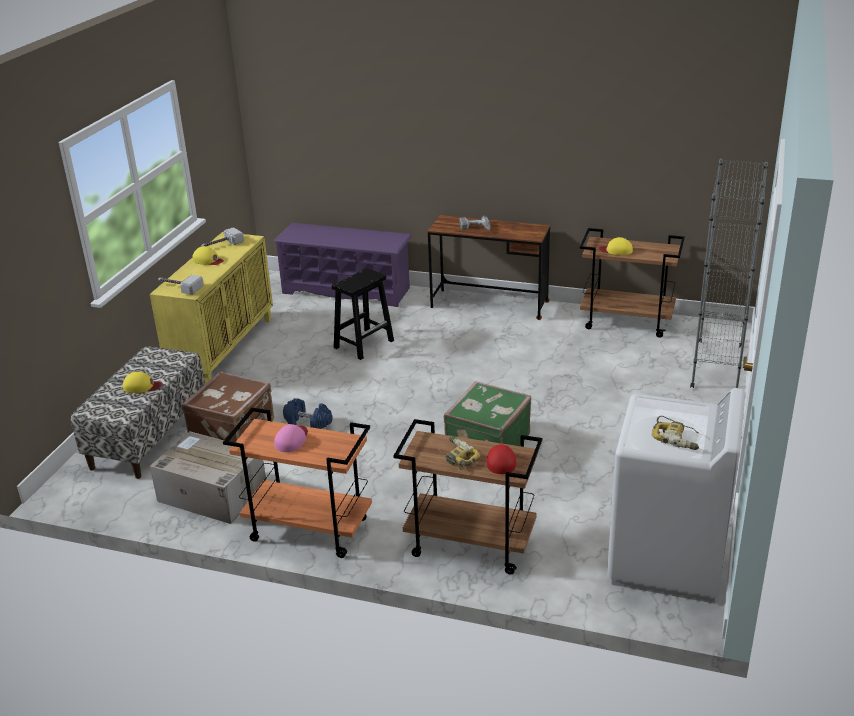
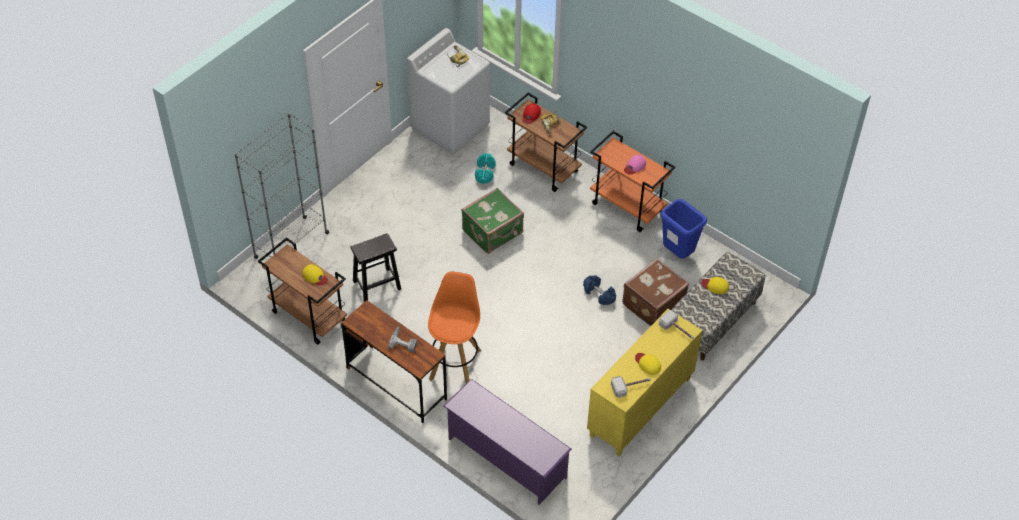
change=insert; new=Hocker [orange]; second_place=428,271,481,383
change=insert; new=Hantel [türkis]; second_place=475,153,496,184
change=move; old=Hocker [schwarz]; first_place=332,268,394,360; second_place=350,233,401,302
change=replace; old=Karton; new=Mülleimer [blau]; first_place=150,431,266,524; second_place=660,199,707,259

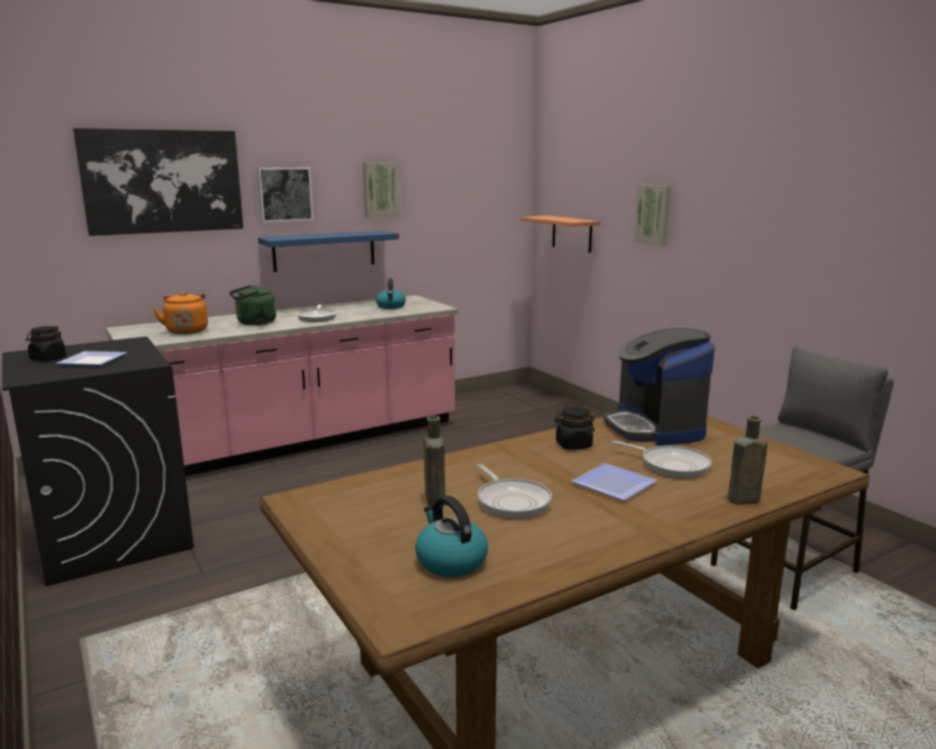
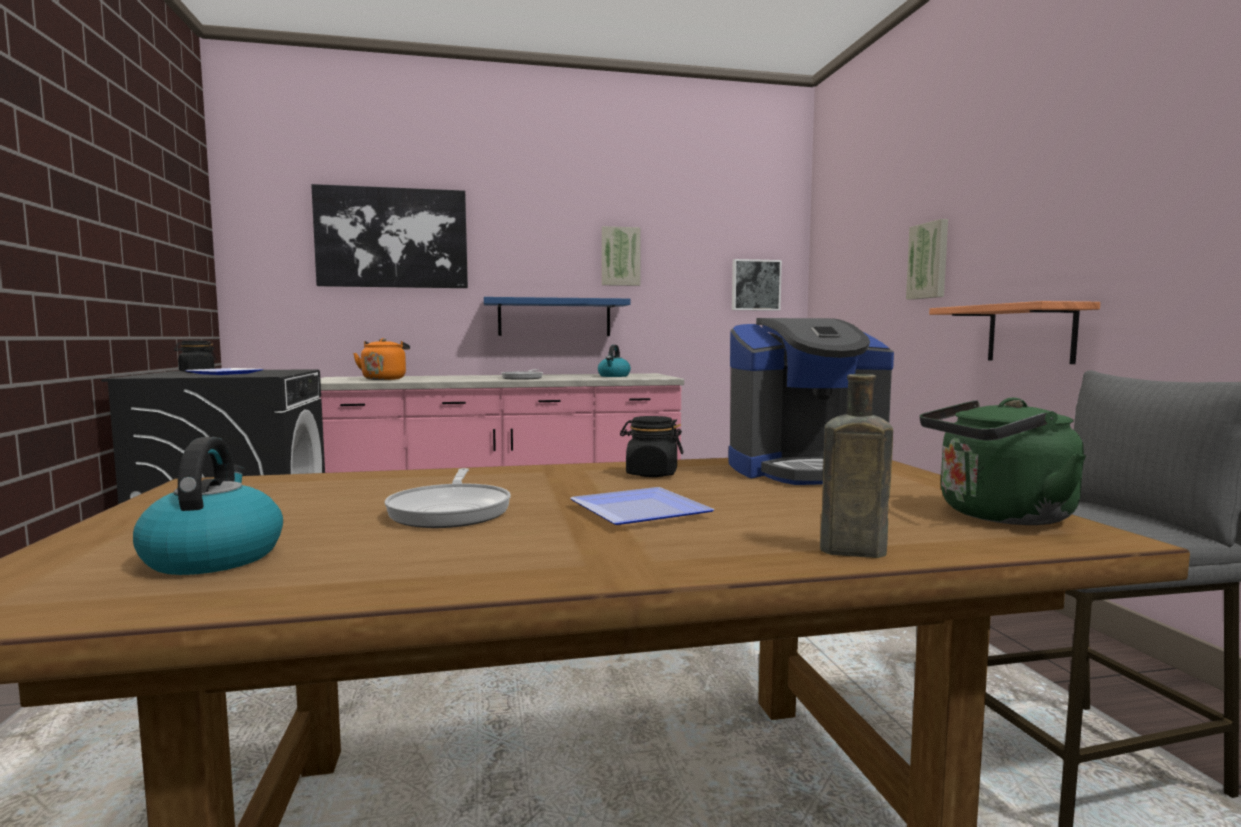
change=delete; old=Flasche [braun]; first_place=423,416,445,506
change=delete; old=Pfanne; first_place=612,441,712,478
change=move; old=Wasserkessel [grün]; first_place=229,285,276,325; second_place=920,398,1086,525
change=move; old=Bild; first_place=257,167,313,222; second_place=732,259,782,311
change=move; old=Wandregal; first_place=521,216,601,253; second_place=929,301,1100,364
change=rotate; old=Kaffeemaschine; first_place=604,328,715,446; second_place=729,318,894,485; degrees=-105

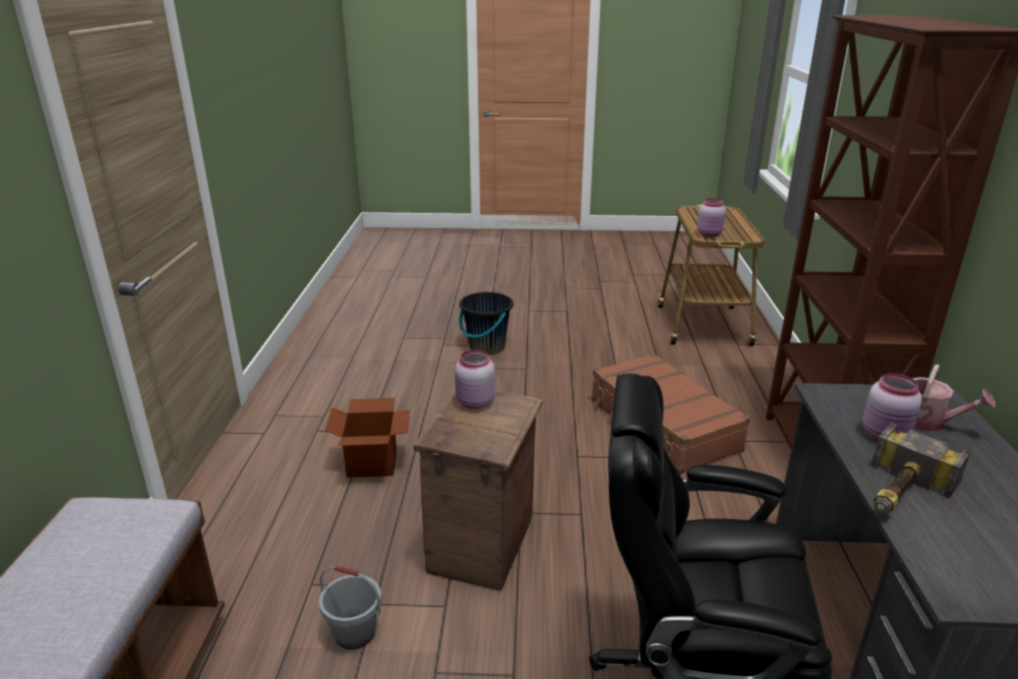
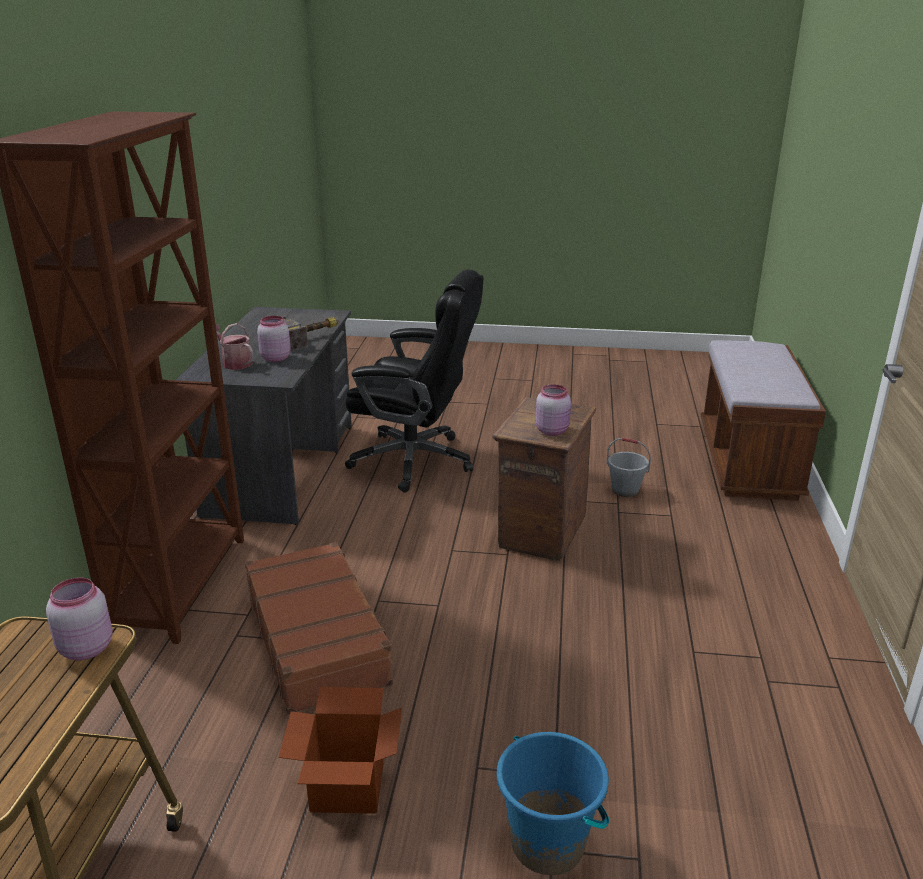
change=move; old=Karton; first_place=325,398,410,478; second_place=278,687,402,814
change=recolor; old=Eimer [schwarz]; new=Eimer [blau]; first_place=459,292,513,355; second_place=497,732,609,875

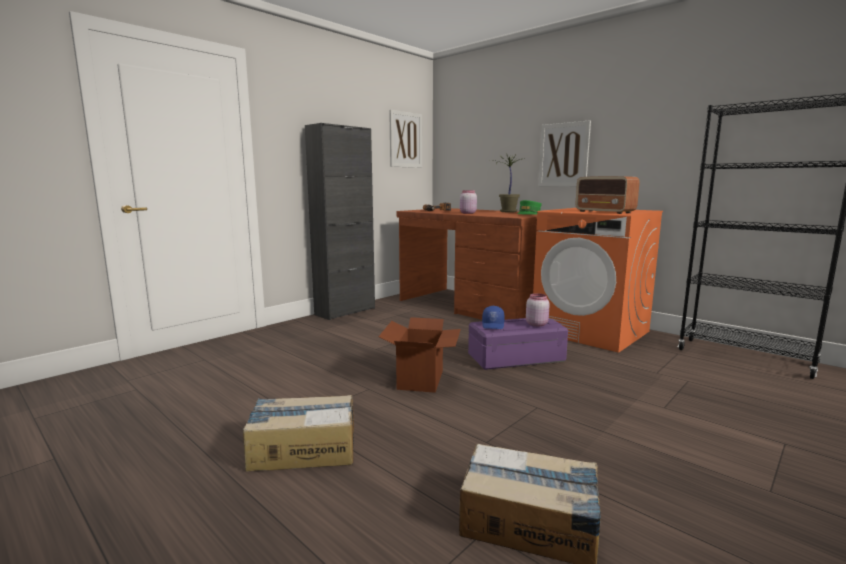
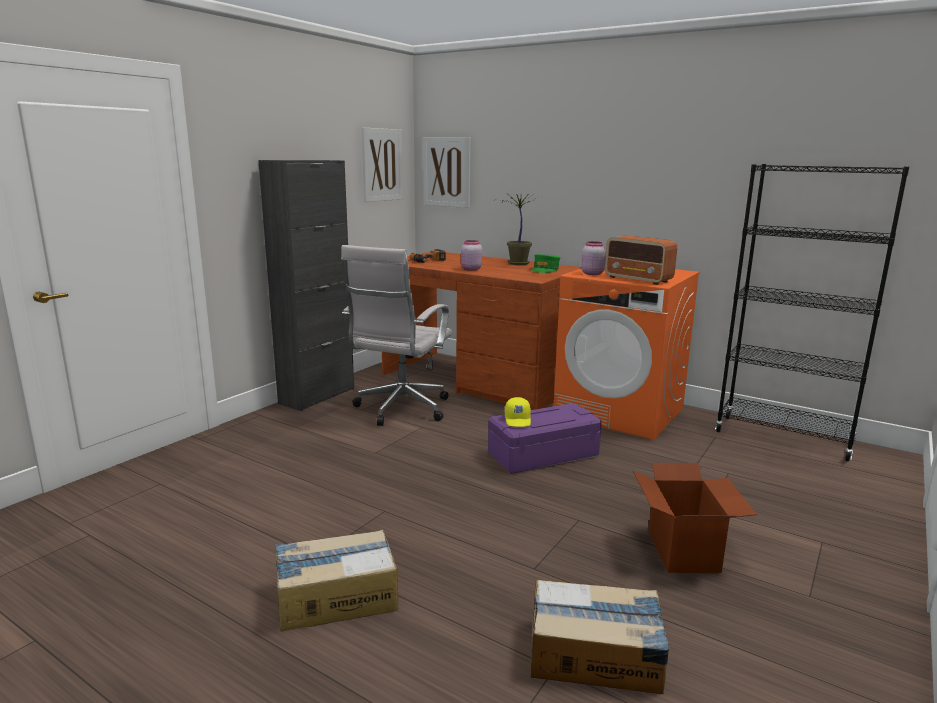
change=insert; new=Bürostuhl [weiß]; second_place=341,245,452,426
change=move; old=Karton; first_place=379,317,461,393; second_place=633,463,757,573
change=move; old=Vorratsglas [rosa]; first_place=526,293,550,327; second_place=581,241,606,275
change=move; old=Bild; first_place=538,120,591,187; second_place=423,137,471,208
change=recolor; old=Kappe [blau]; new=Kappe [gelb]; first_place=482,306,505,329; second_place=505,397,531,427

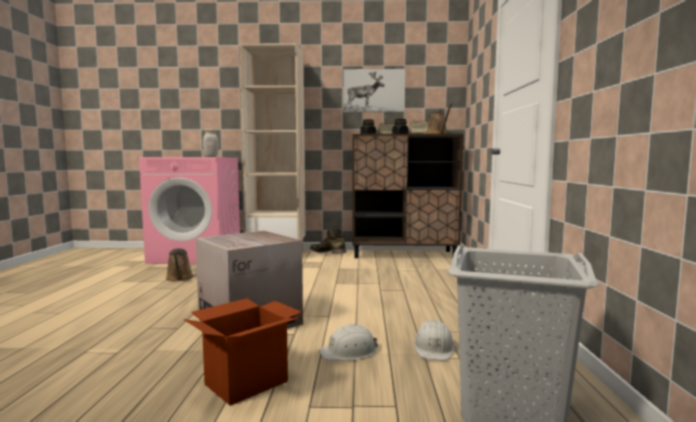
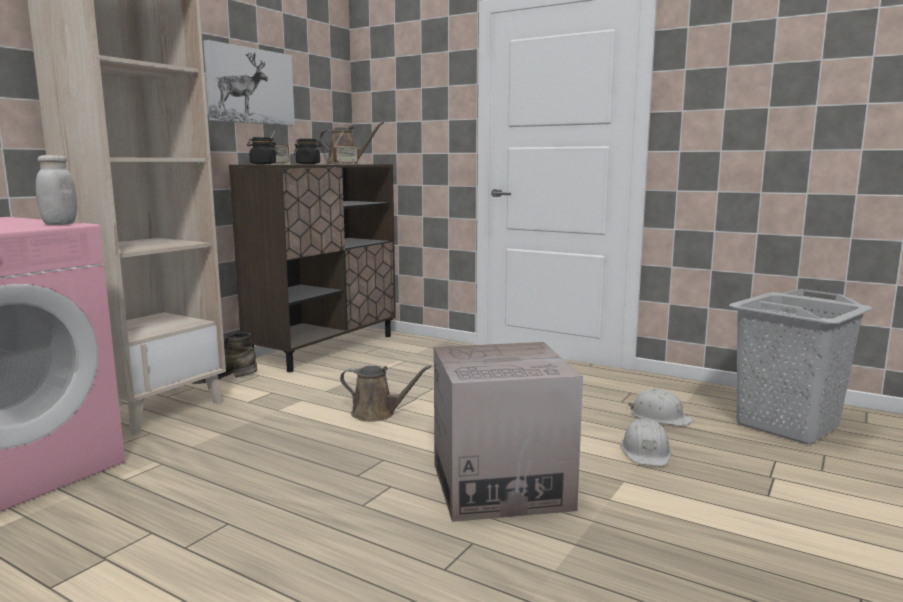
change=delete; old=Karton; first_place=184,298,302,406
change=move; old=Gießkanne [braun]; first_place=166,248,193,281; second_place=340,365,432,422

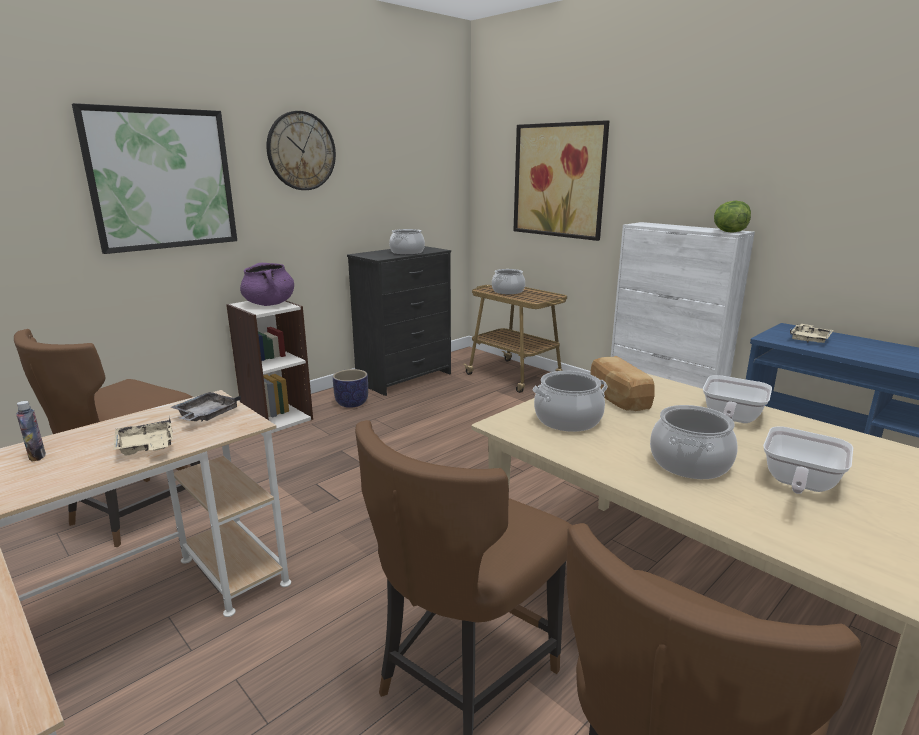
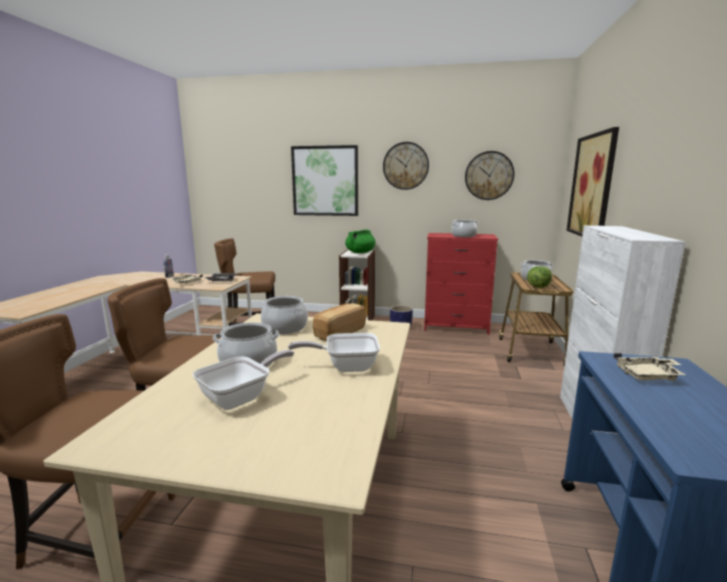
change=insert; new=Wanduhr; second_place=465,151,514,200
change=move; old=Salatkopf; first_place=714,201,751,233; second_place=527,266,552,288
change=recolor; old=Kochtopf [lila]; new=Kochtopf [grün]; first_place=240,263,294,306; second_place=345,229,375,253
change=recolor; old=Kommode [schwarz]; new=Kommode [rot]; first_place=347,246,451,396; second_place=424,233,498,335
change=rotate; old=Pfanne; first_place=763,426,853,494; second_place=192,350,294,410; degrees=135

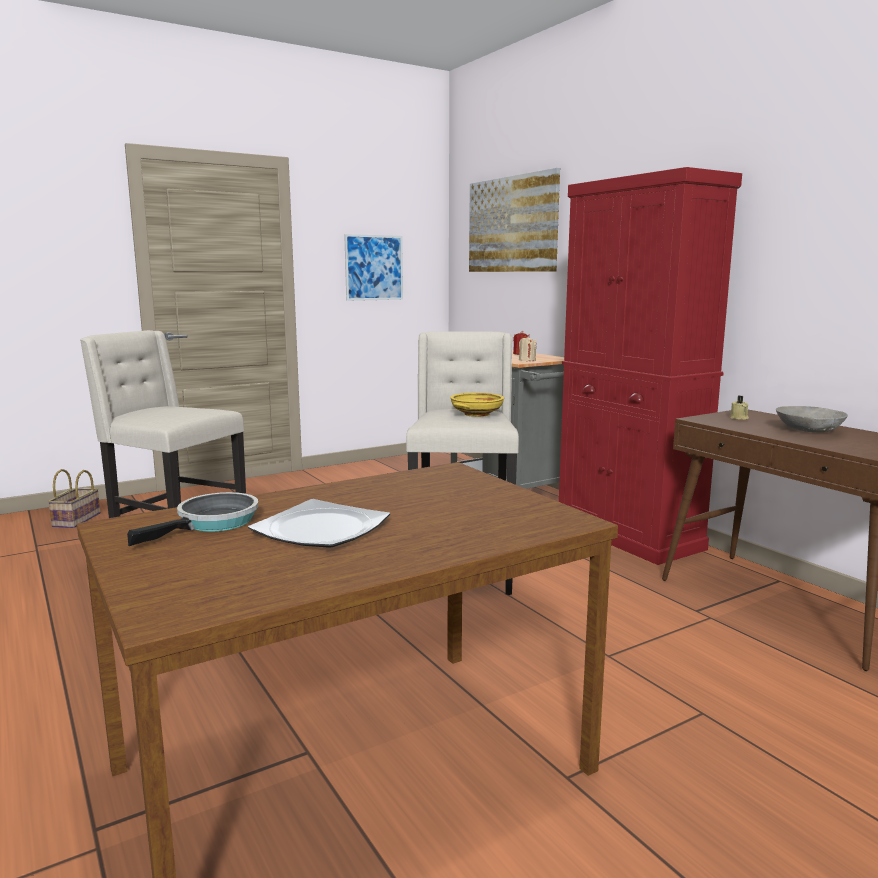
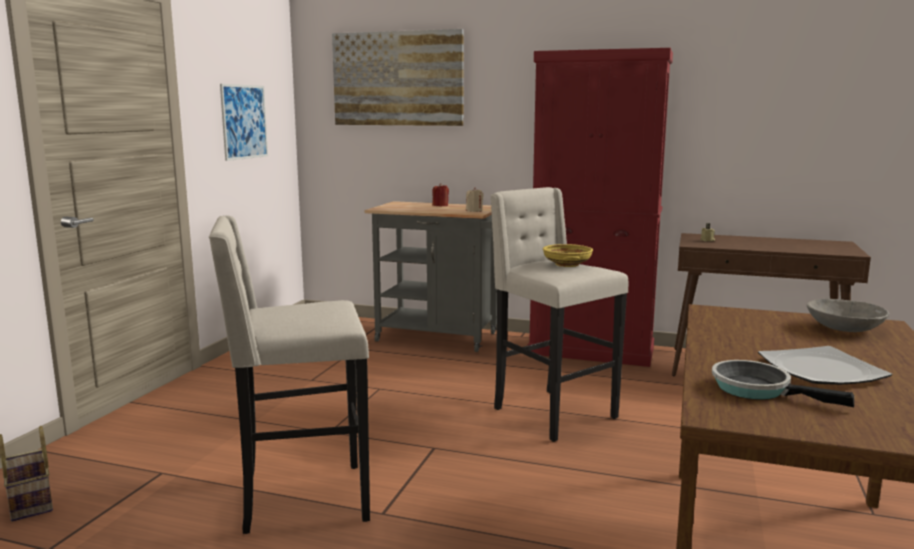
change=move; old=Schüssel [grau]; first_place=776,406,848,432; second_place=806,299,889,332
change=rotate; old=Pfanne; first_place=127,492,258,546; second_place=712,360,854,407; degrees=-45

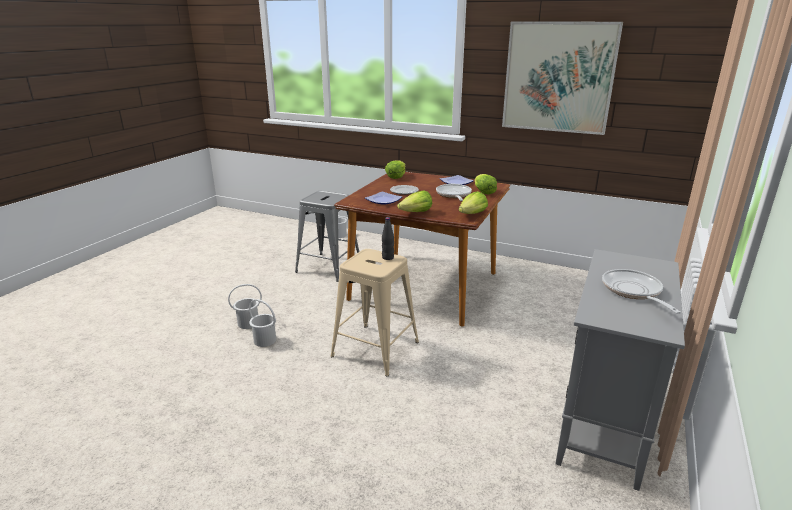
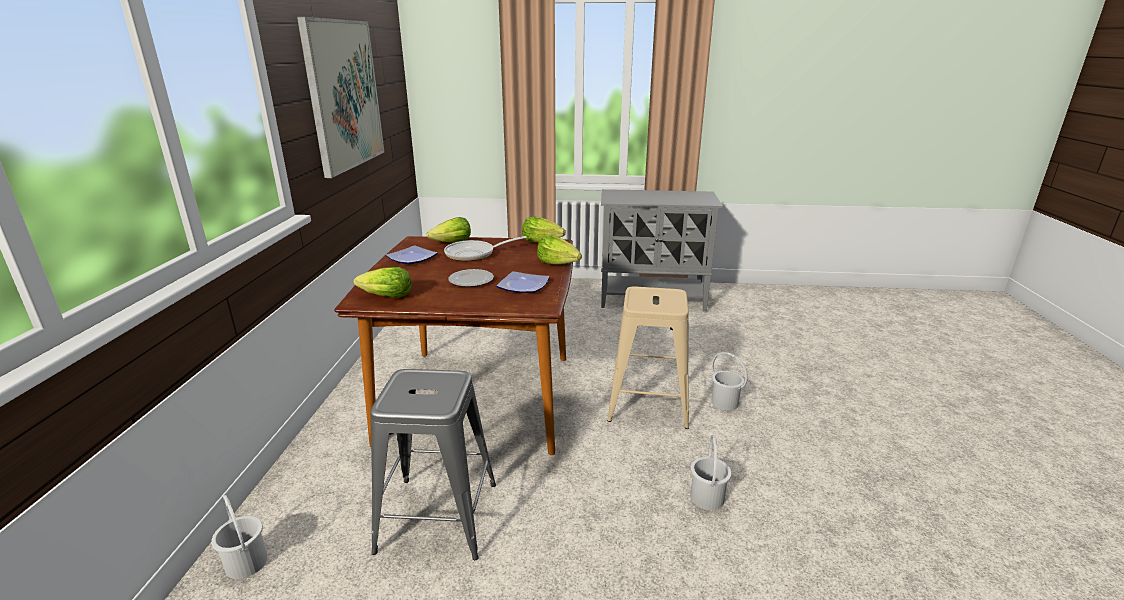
change=delete; old=Flasche [schwarz]; first_place=382,217,394,260
change=delete; old=Pfanne; first_place=602,269,681,314
change=move; old=Eimer [weiß]; first_place=228,284,262,329; second_place=711,352,748,411

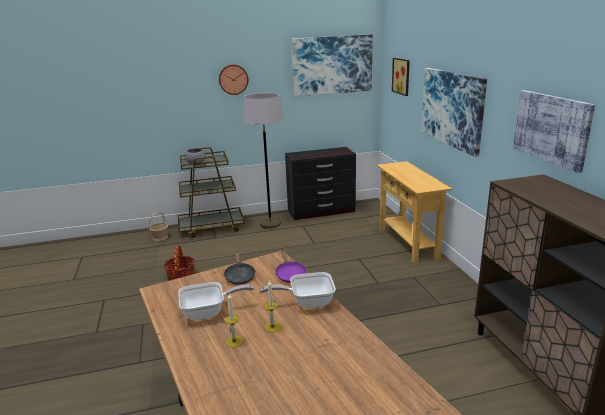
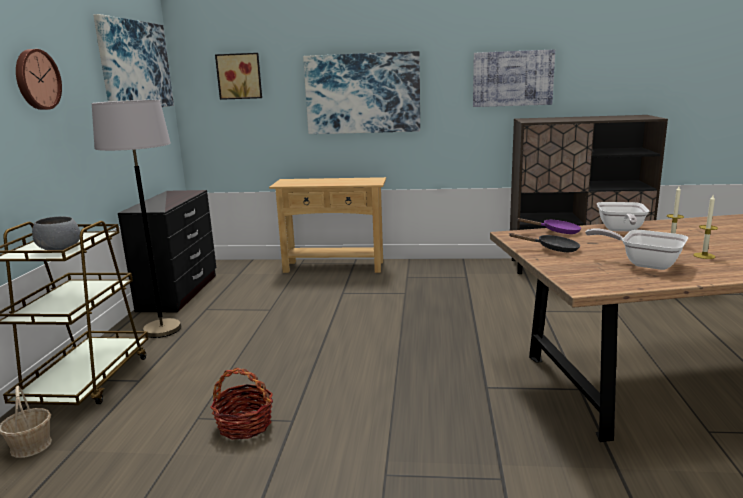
change=rotate; old=Pfanne; first_place=178,282,254,321; second_place=585,228,688,270; degrees=-60

